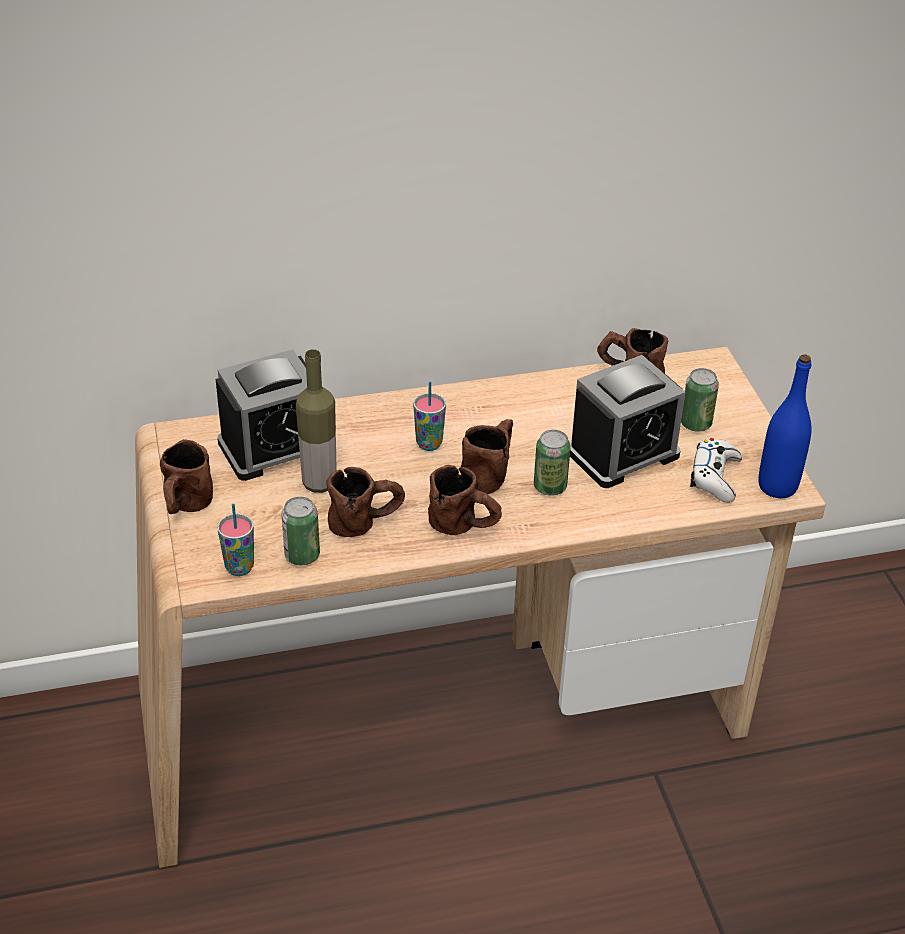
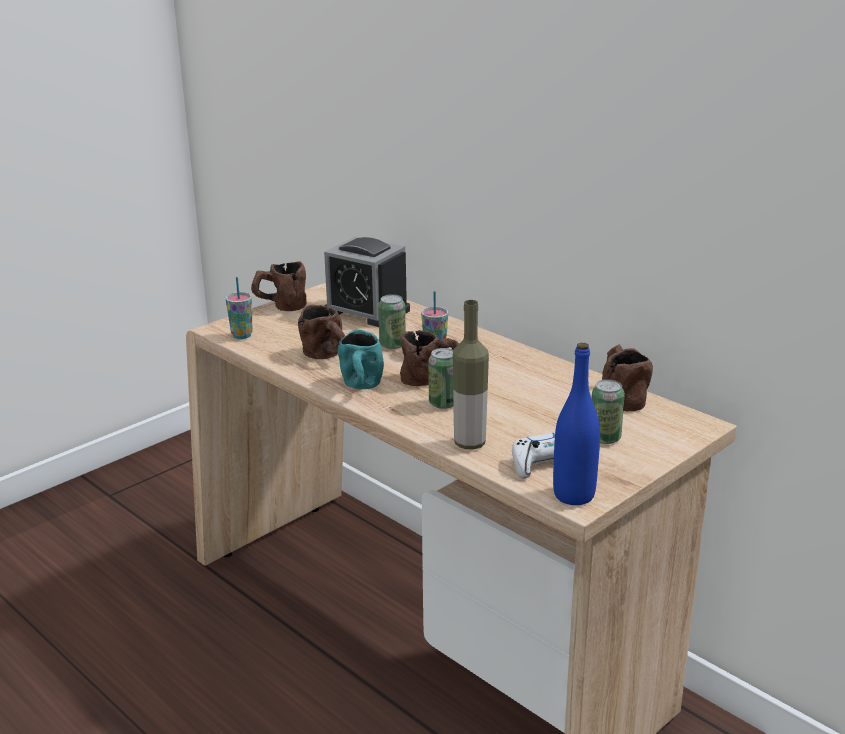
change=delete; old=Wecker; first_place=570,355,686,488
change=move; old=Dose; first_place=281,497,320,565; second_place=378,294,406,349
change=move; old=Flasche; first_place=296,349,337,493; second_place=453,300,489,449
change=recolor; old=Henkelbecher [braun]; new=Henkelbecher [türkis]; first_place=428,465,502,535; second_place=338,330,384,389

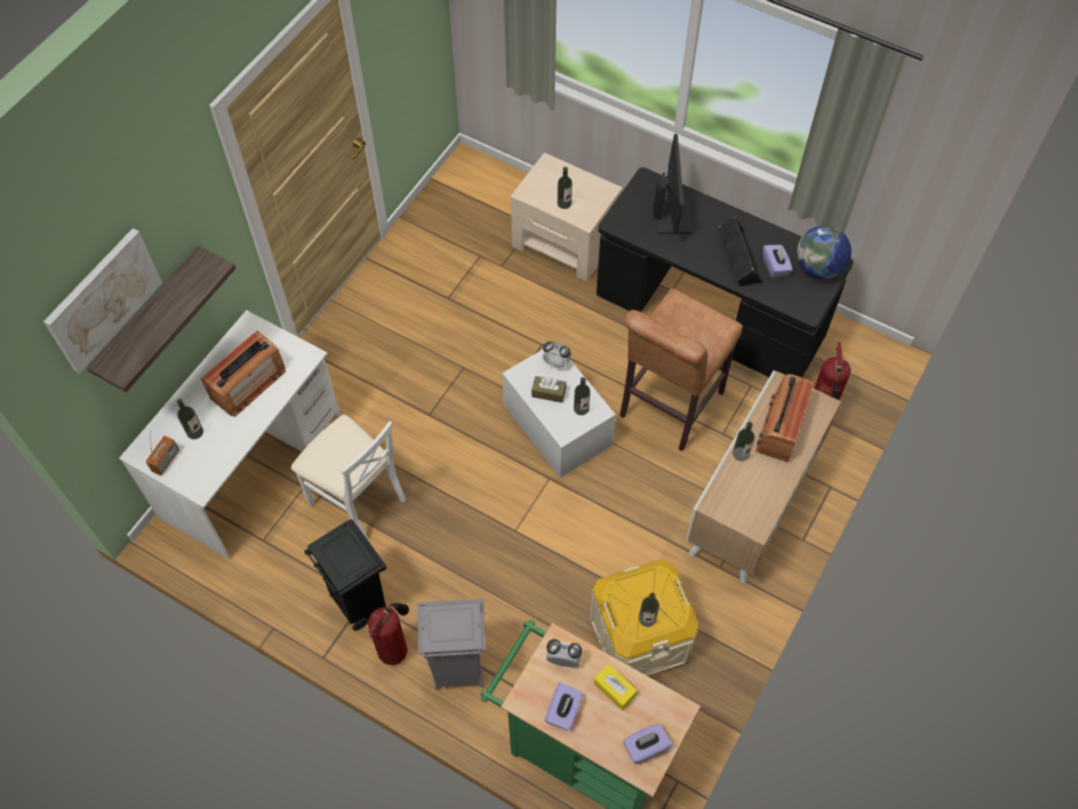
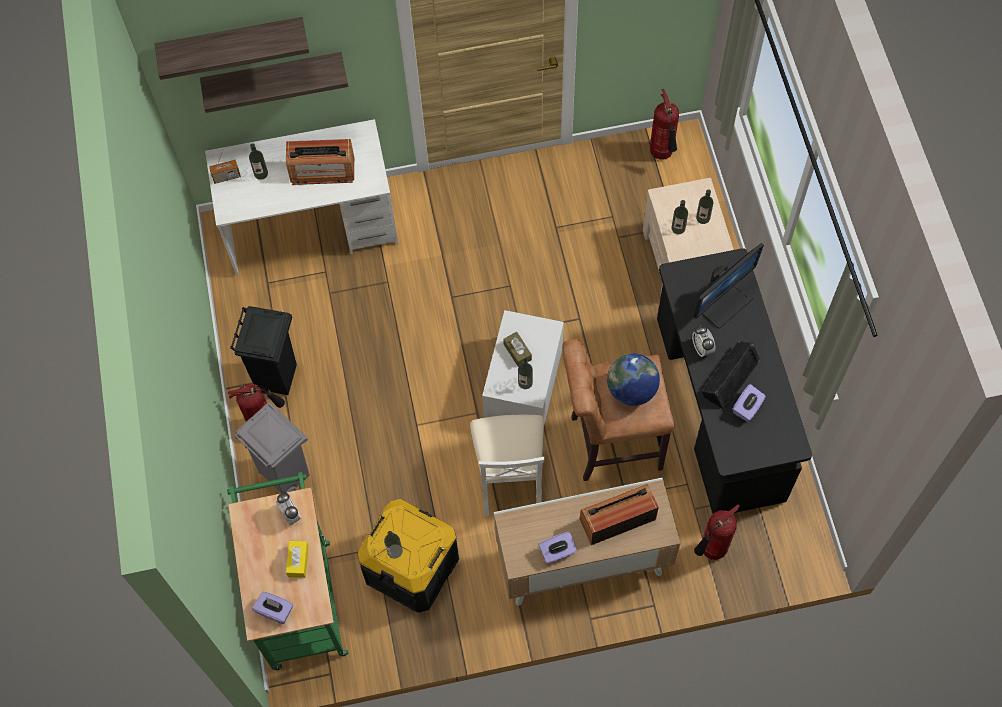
change=insert; new=Feuerlöscher; second_place=650,89,679,160
change=move; old=Stuhl [weiß]; first_place=291,414,406,540; second_place=470,415,545,516
change=move; old=Wecker; first_place=542,341,571,370; second_place=692,325,715,357
change=move; old=Taschentuchbox [lila]; first_place=545,682,583,731; second_place=539,532,577,564
change=move; old=Flasche; first_place=733,422,755,461; second_place=696,189,713,224
change=move; old=Globus; first_place=797,225,851,279; second_place=607,353,660,406
change=replace; old=Bild; new=Wandregal; first_place=43,228,162,373; second_place=155,17,309,80
change=recolor; old=Aufbewahrungsbox [beige]; new=Aufbewahrungsbox [schwarz]; first_place=590,560,699,676; second_place=357,499,459,613

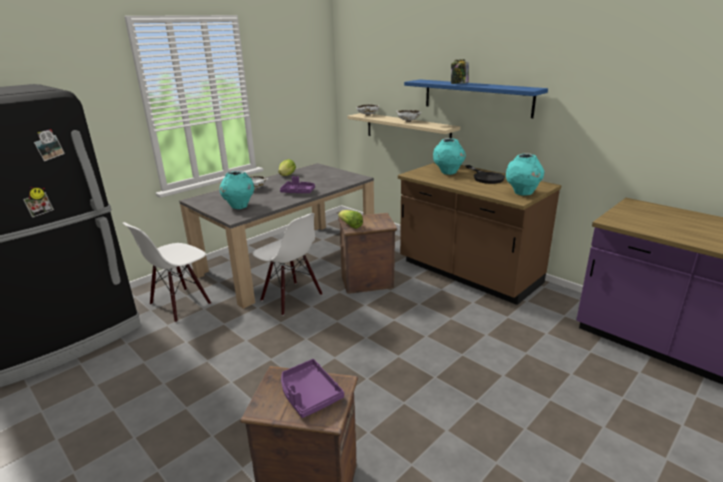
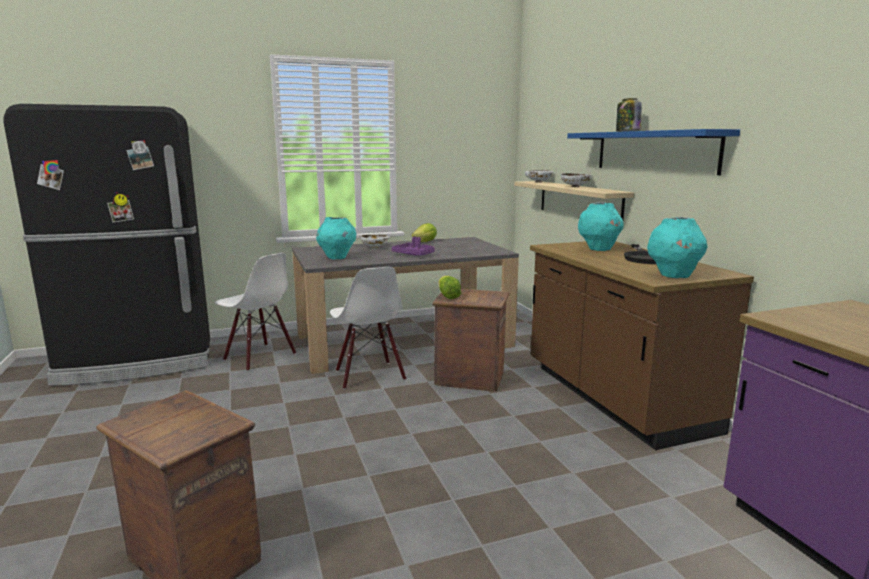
change=delete; old=Tablett [lila]; first_place=281,359,344,418
change=rotate; old=Stuhl [weiß]; first_place=123,222,211,323; second_place=215,253,296,371; degrees=-120

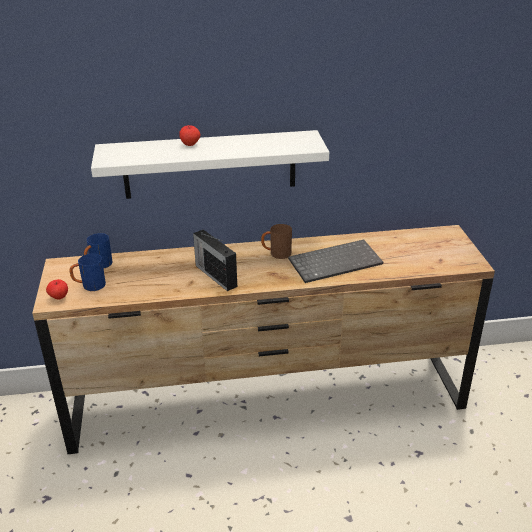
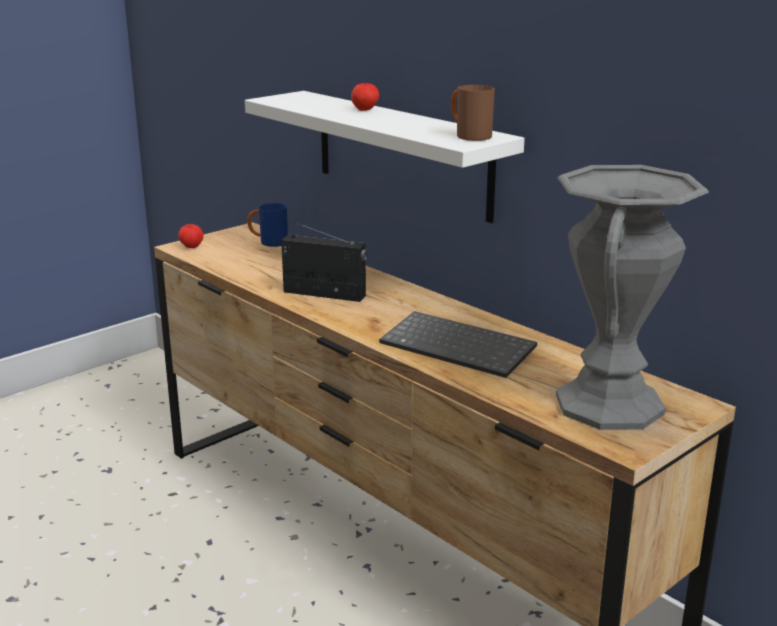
change=delete; old=Henkelbecher [blau]; first_place=69,254,106,291
change=insert; new=Vase [grau]; second_place=556,165,709,430
change=move; old=Henkelbecher [braun]; first_place=261,224,292,259; second_place=451,85,495,141
change=rotate; old=Radio; first_place=193,230,237,291; second_place=281,223,368,302; degrees=90

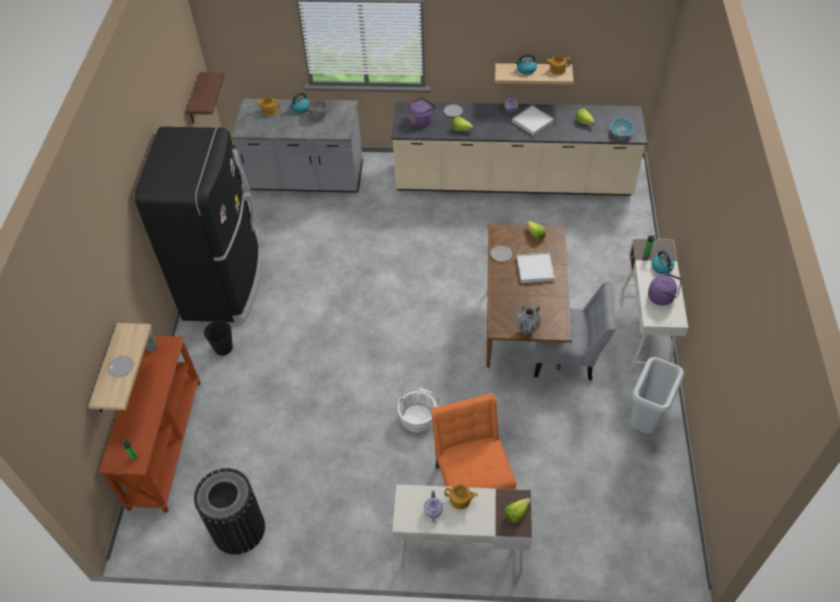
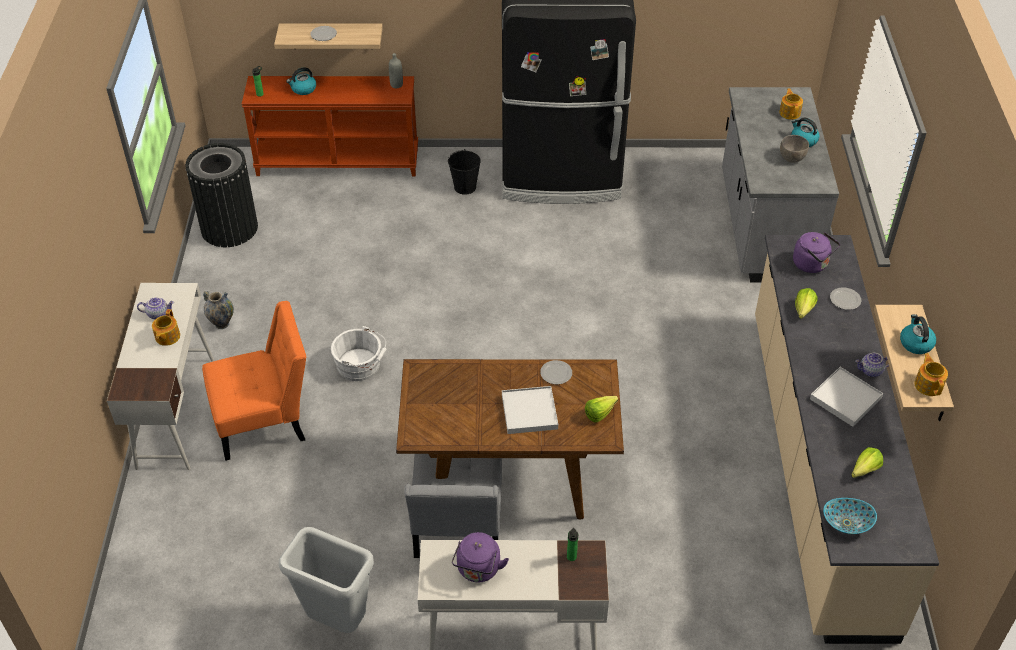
change=delete; old=Wandregal; first_place=186,72,225,123
change=delete; old=Salatkopf; first_place=505,498,531,523
change=move; old=Vase; first_place=516,305,541,336; second_place=203,291,234,329
change=move; old=Wasserkessel; first_place=651,251,674,274; second_place=286,68,316,95

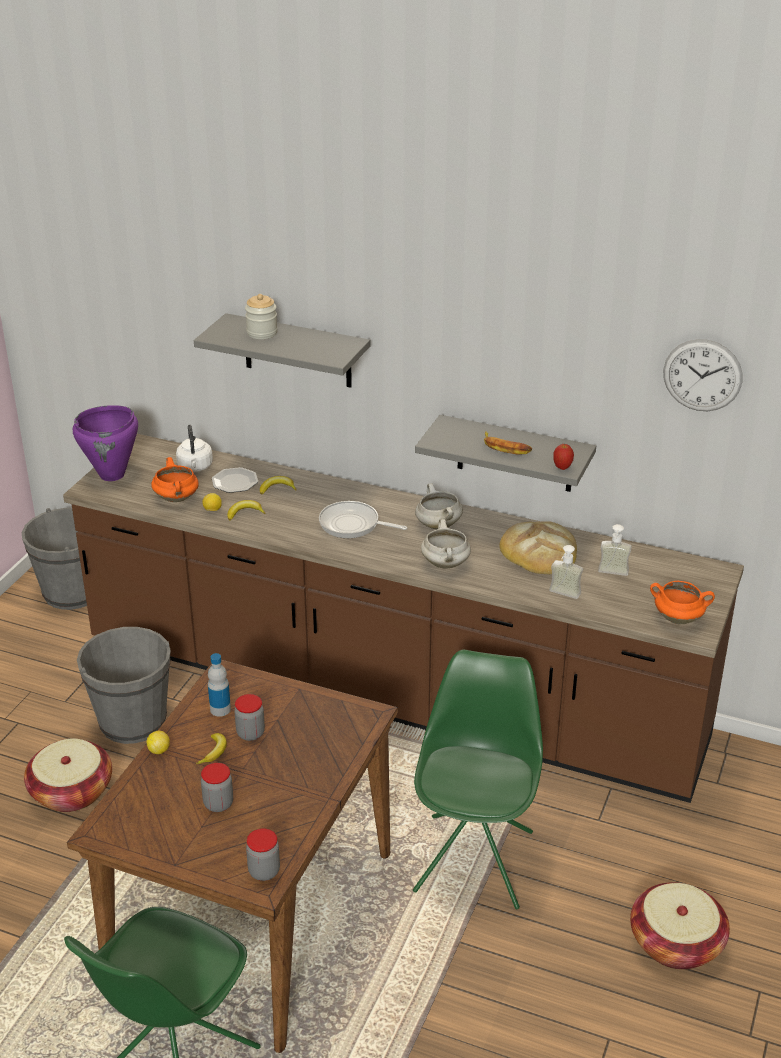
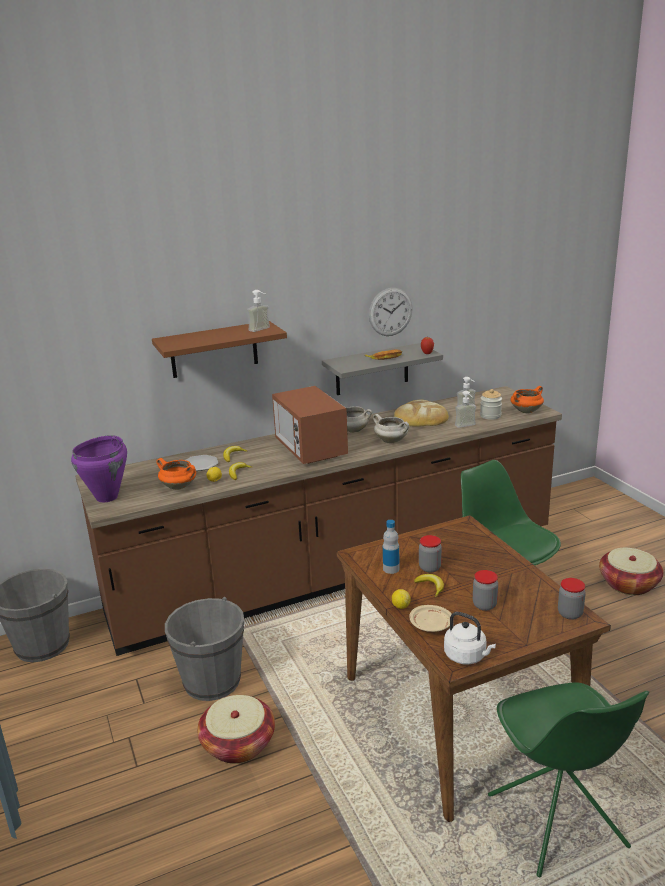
change=insert; new=Seifenspender; second_place=247,290,270,332
change=insert; new=Teller [beige]; second_place=409,605,452,632
change=move; old=Wasserkessel [weiß]; first_place=176,425,213,472; second_place=444,612,496,664
change=move; old=Vorratsglas; first_place=245,294,278,339; second_place=480,389,502,420
change=move; old=Wanduhr; first_place=663,339,743,411; second_place=369,288,413,336
change=replace; old=Pfanne; new=Mikrowelle; first_place=319,501,407,538; second_place=272,386,348,464
change=recolor; old=Wandregal [grau]; new=Wandregal [braun]; first_place=194,313,370,388; second_place=152,321,287,378

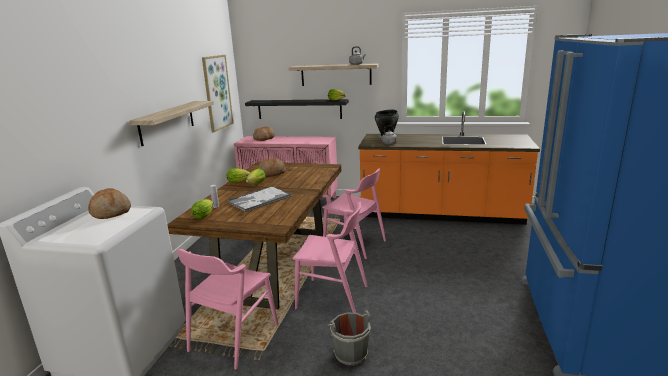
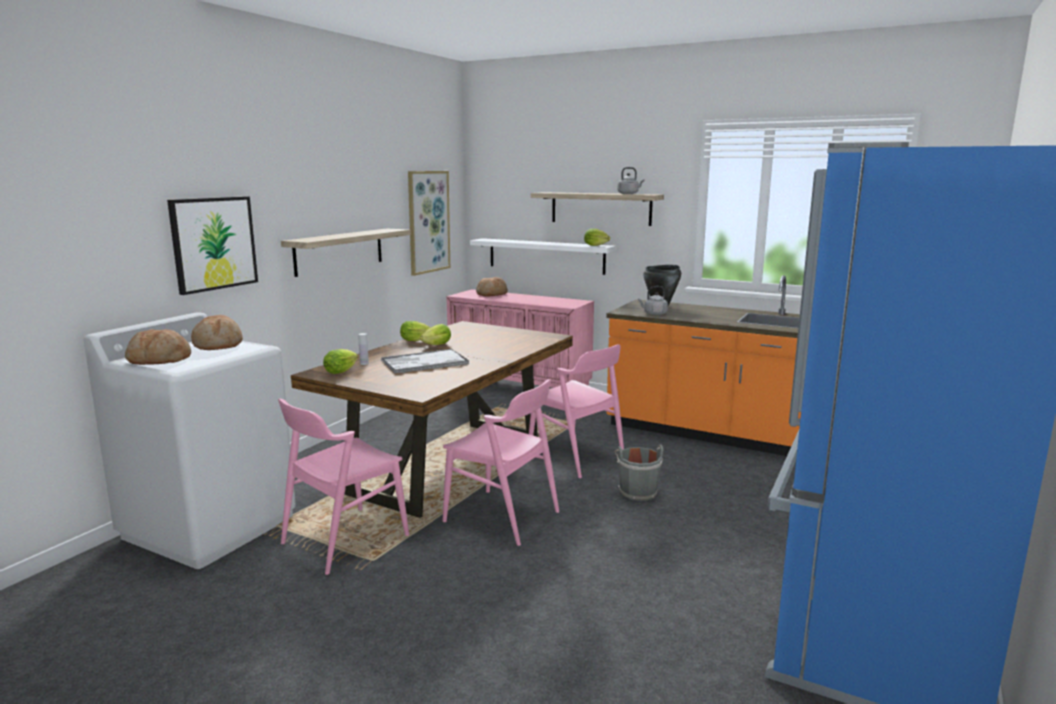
change=insert; new=Bild; second_place=167,196,258,295
change=move; old=Brot; first_place=258,158,286,177; second_place=125,329,191,365
change=move; old=Eimer [grau]; first_place=328,310,371,366; second_place=615,445,663,501
change=recolor; old=Wandregal [schwarz]; new=Wandregal [weiß]; first_place=245,99,349,119; second_place=470,238,616,275

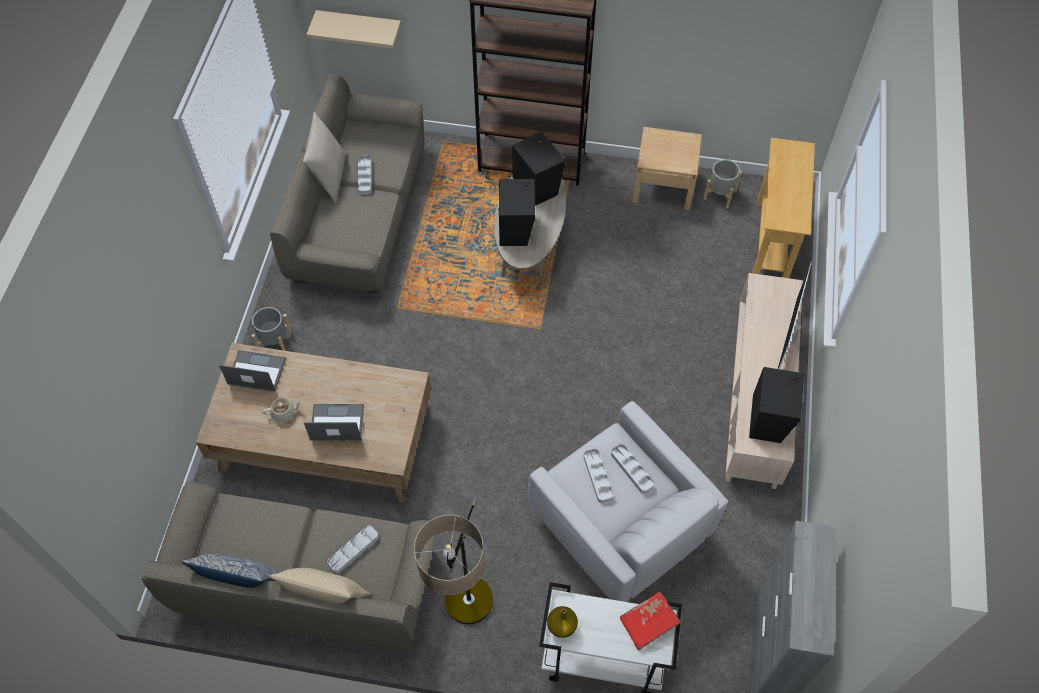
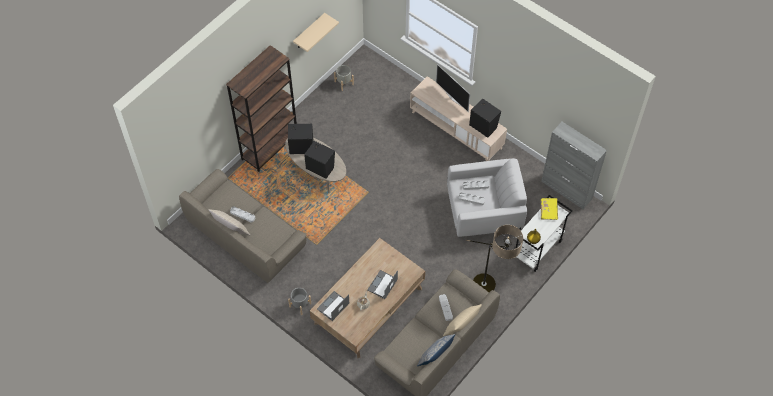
change=delete; old=Nachttisch [beige]; first_place=633,127,702,210
change=delete; old=Konsolentisch [beige]; first_place=752,137,815,278
change=move; old=Wandregal [beige]; first_place=306,10,401,48; second_place=293,13,339,52
change=recolor; old=Buch [rot]; new=Buch [gelb]; first_place=620,592,681,650; second_place=540,198,558,220

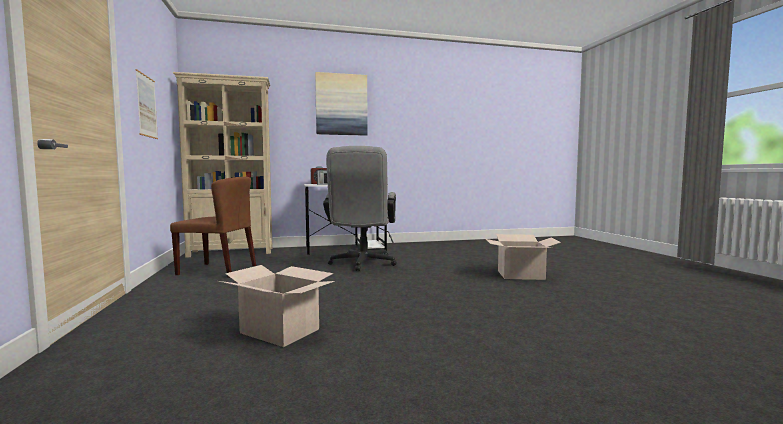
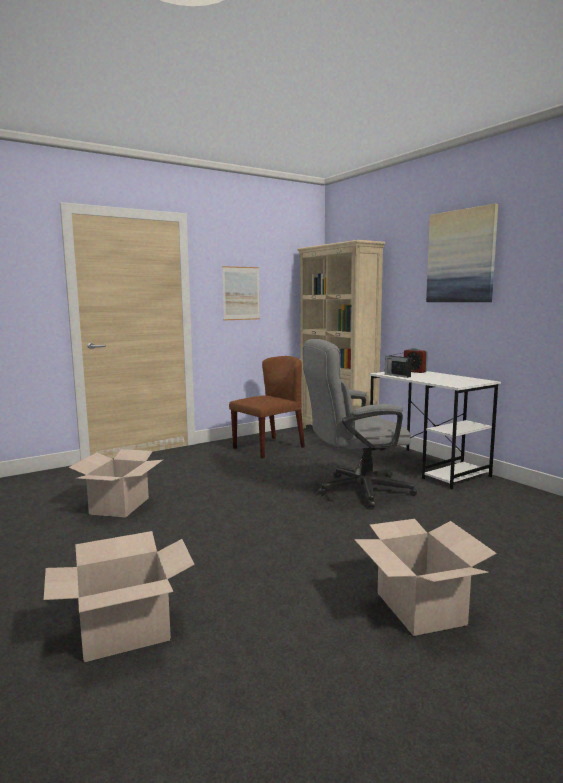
change=insert; new=Karton; second_place=44,531,195,662
change=rotate; old=Stuhl [braun]; first_place=170,177,256,278; second_place=229,356,305,459; degrees=-120

